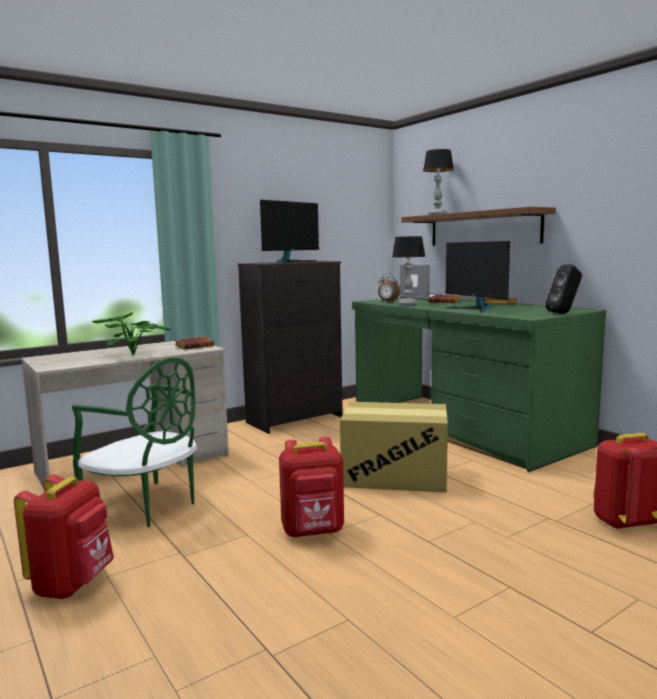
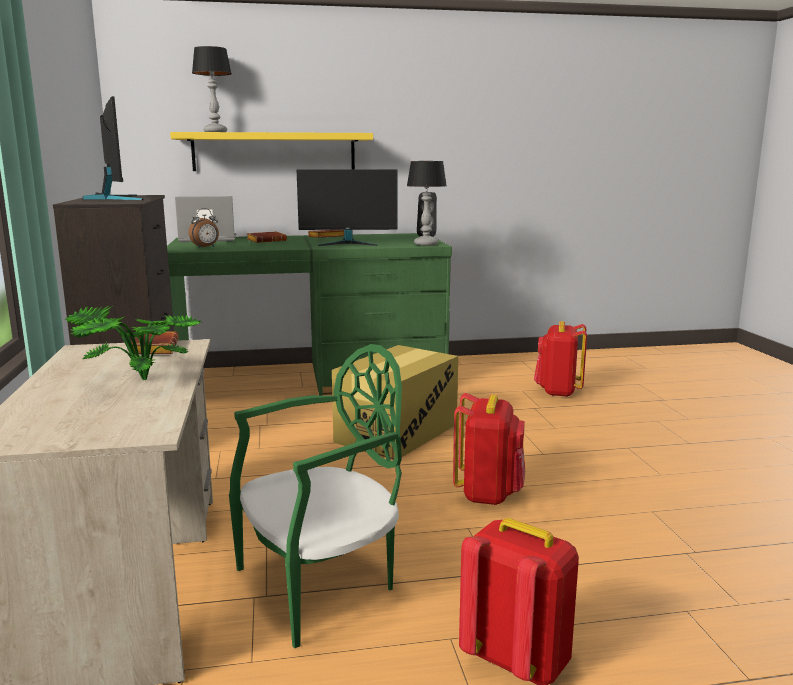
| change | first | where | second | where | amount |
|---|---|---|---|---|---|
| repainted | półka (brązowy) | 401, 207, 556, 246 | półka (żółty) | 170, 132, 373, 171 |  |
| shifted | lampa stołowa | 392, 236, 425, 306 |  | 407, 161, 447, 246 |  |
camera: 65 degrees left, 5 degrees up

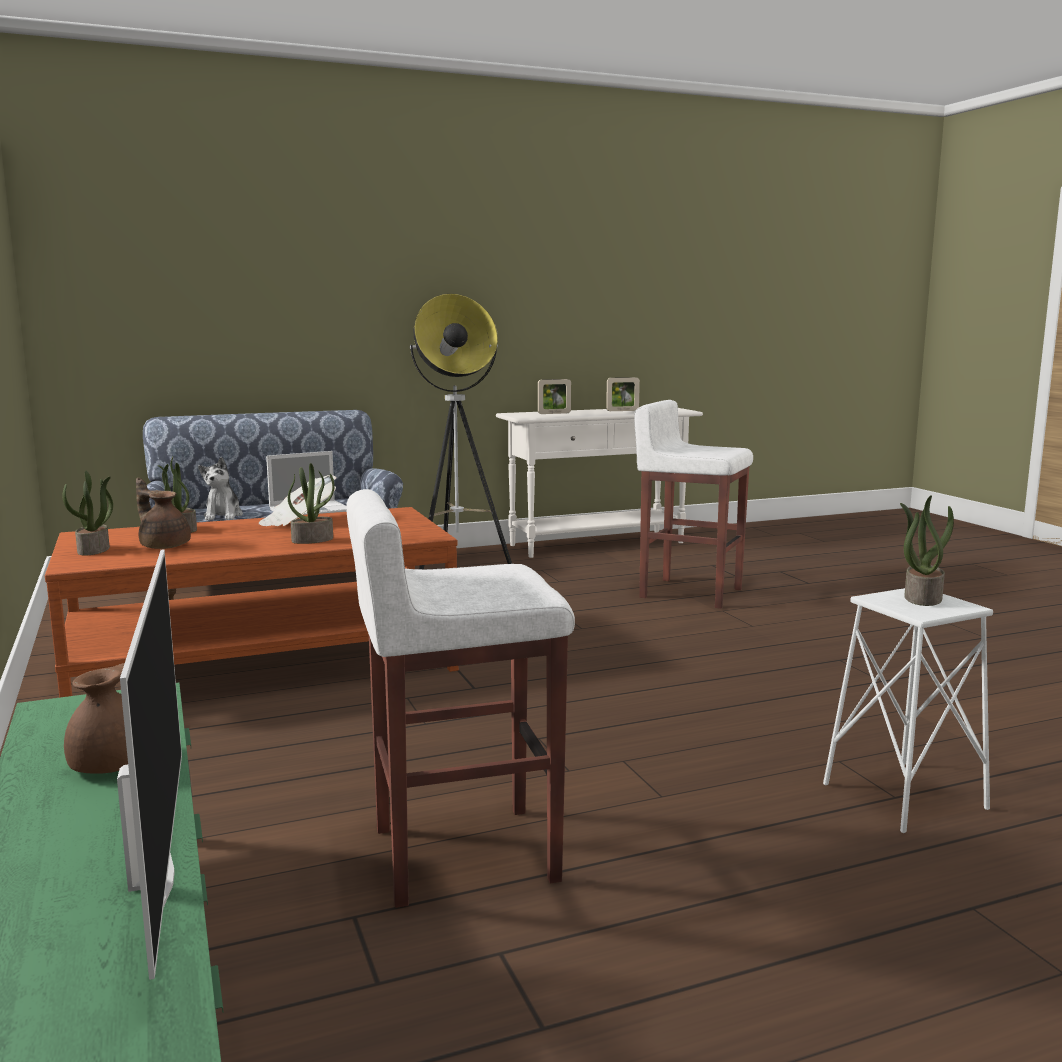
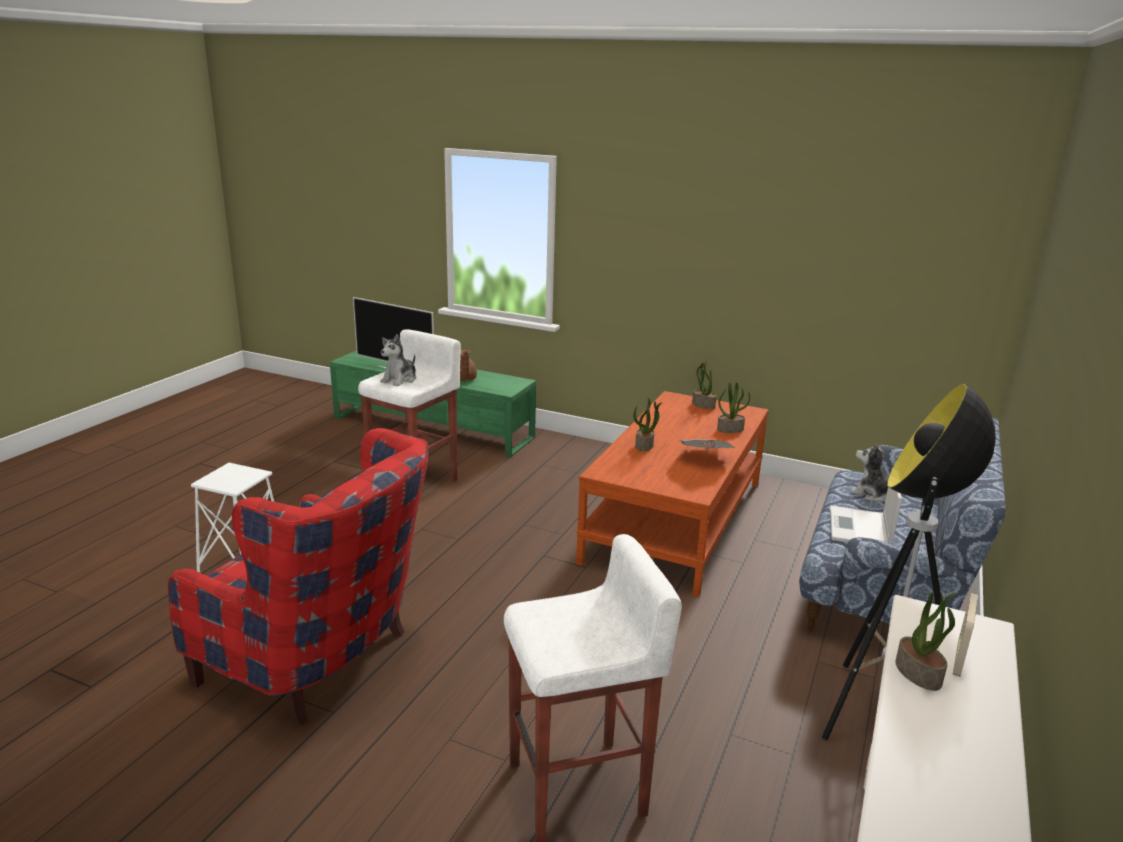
| change | first | where | second | where | amount |
|---|---|---|---|---|---|
| new |  |  | fotel (czerwony) | 168, 428, 428, 726 |  |
| new |  |  | pluszak | 381, 334, 416, 386 |  |
| shifted | roślina doniczkowa | 900, 495, 954, 606 |  | 895, 592, 955, 691 |  |
| gone | imbryk (brązowy) | 136, 478, 191, 549 |  |  |  |
| gone | ramka na zdjęcie | 606, 377, 640, 411 |  |  |  |
camera: 135 degrees right, 10 degrees up

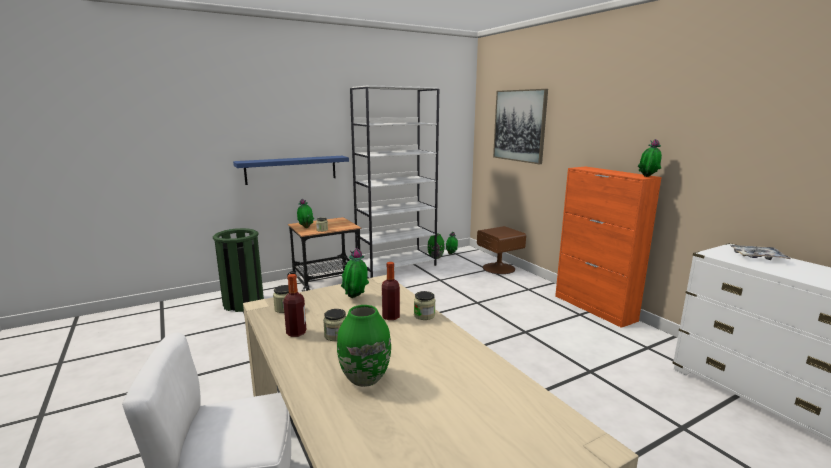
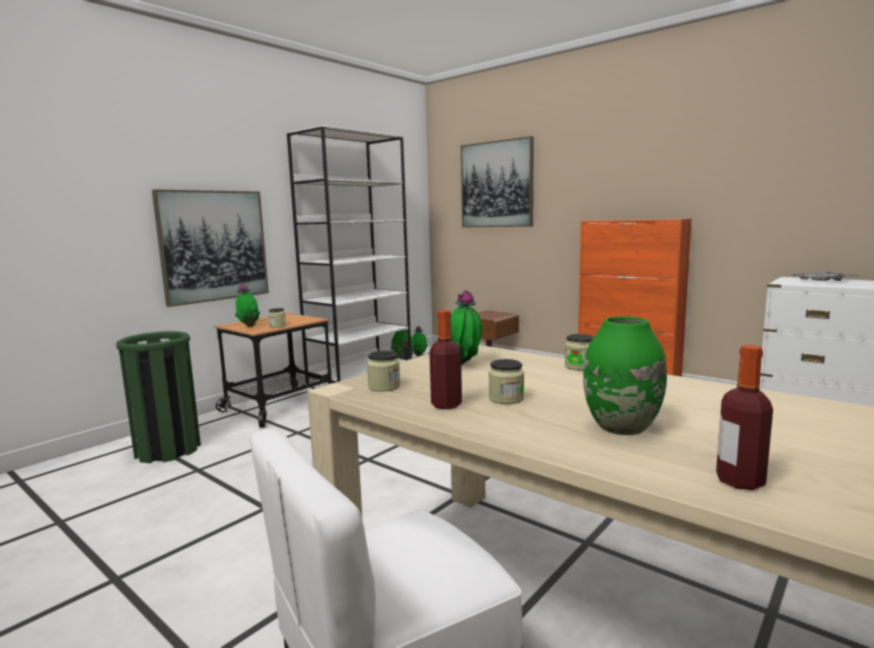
| change | first | where | second | where | amount |
|---|---|---|---|---|---|
| swapped | półka (niebieski) | 233, 156, 349, 185 | obraz | 152, 189, 269, 307 |  |
| shifted | butelka | 382, 262, 400, 320 |  | 716, 345, 773, 490 |  |
| gone | roślina doniczkowa | 638, 139, 662, 177 |  |  |  |
camera: 20 degrees left, 5 degrees down

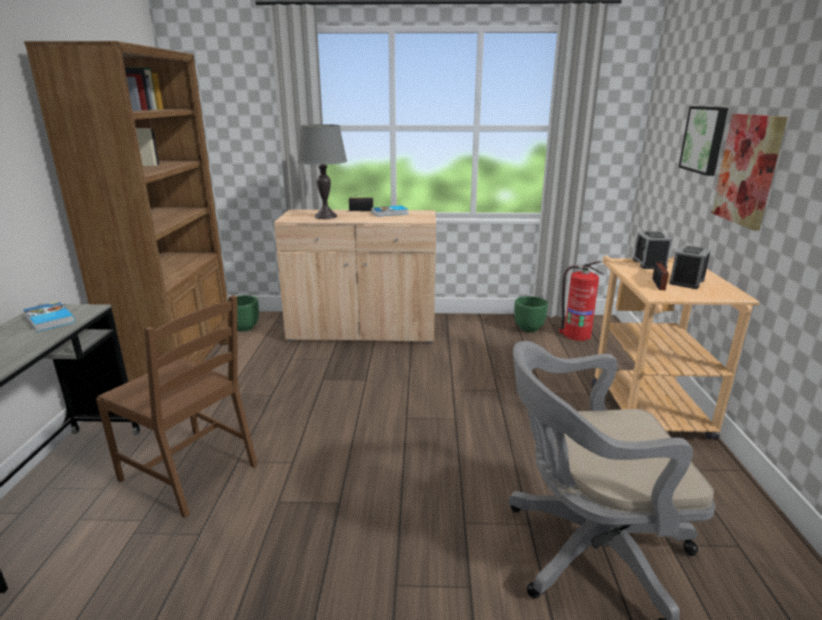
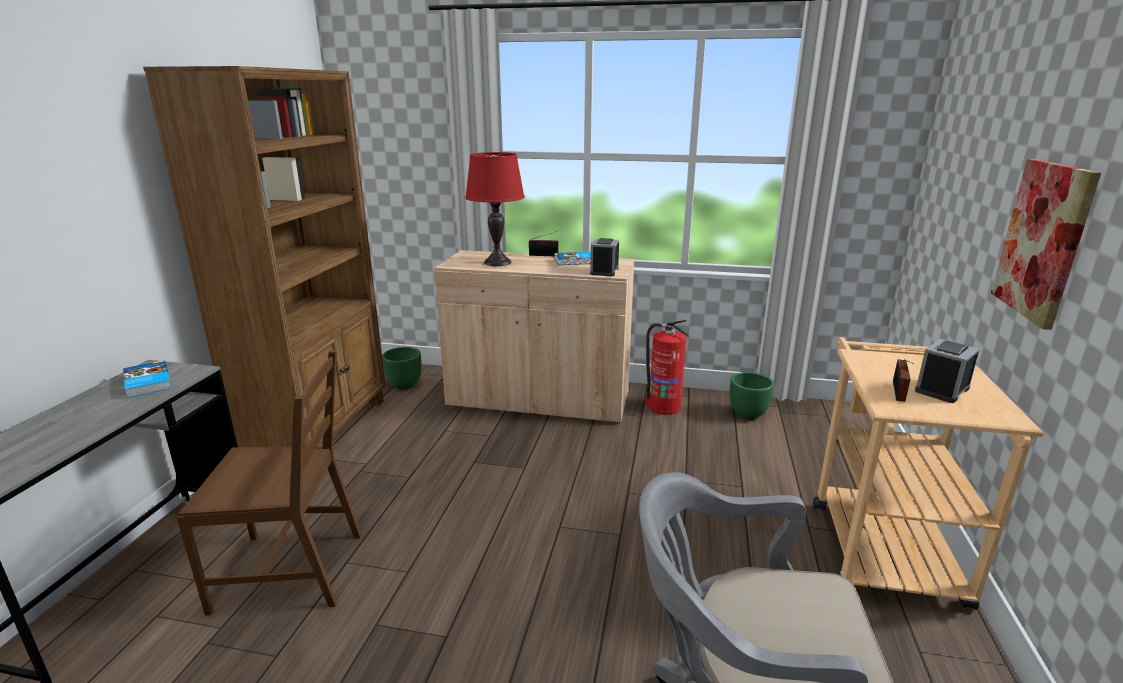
| change | first | where | second | where | amount |
|---|---|---|---|---|---|
| rotated | krzesło (brązowy) | 96, 295, 258, 518 |  | 177, 350, 361, 616 | 45 degrees counterclockwise |
| repainted | lampa stołowa (szary) | 298, 124, 347, 219 | lampa stołowa (czerwony) | 465, 152, 525, 266 |  |
| shifted | budzik | 633, 232, 672, 269 |  | 590, 238, 619, 276 |  |
| shifted | gaśnica | 559, 261, 603, 341 |  | 644, 320, 689, 415 |  |
| gone | obraz | 678, 106, 728, 176 |  |  |  |
camera: 10 degrees right, 0 degrees up

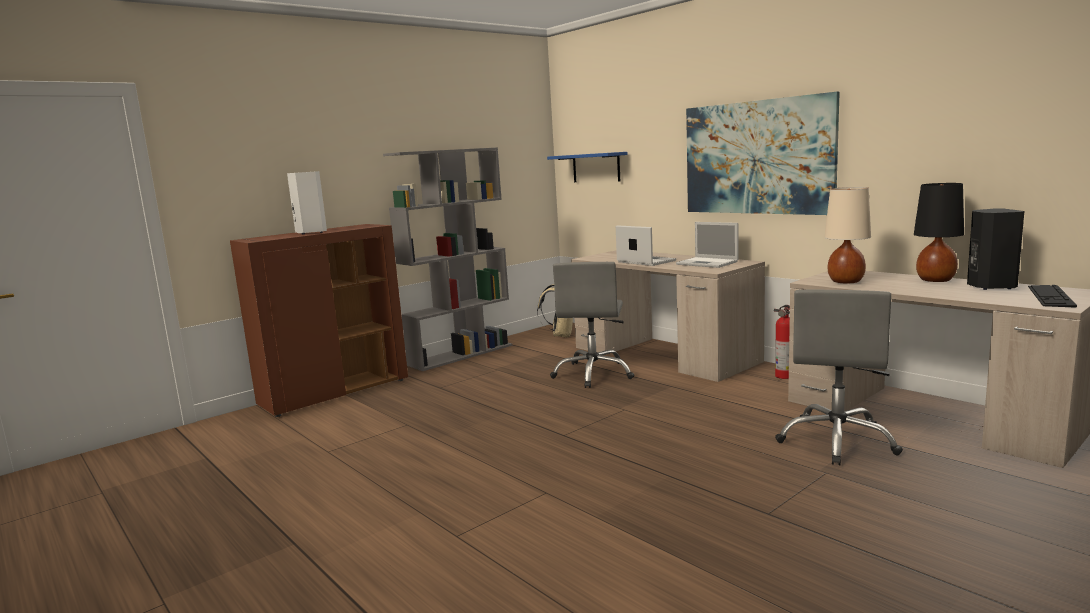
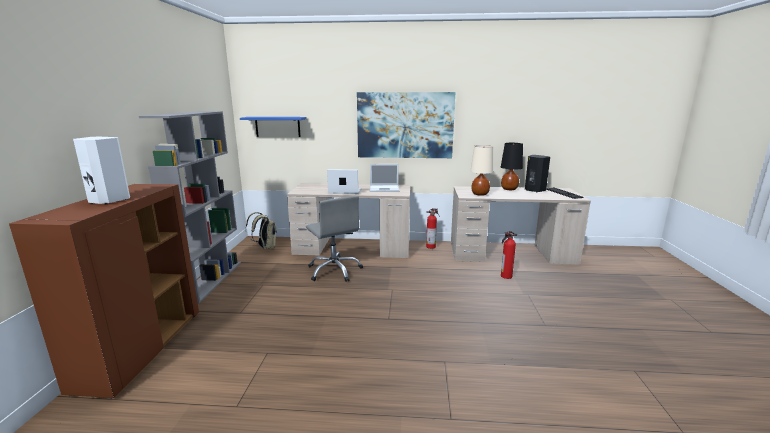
| change | first | where | second | where | amount |
|---|---|---|---|---|---|
| swapped | krzesło biurowe (szary) | 775, 290, 903, 465 | gaśnica | 501, 231, 517, 279 |  |
camera: 45 degrees left, 5 degrees up

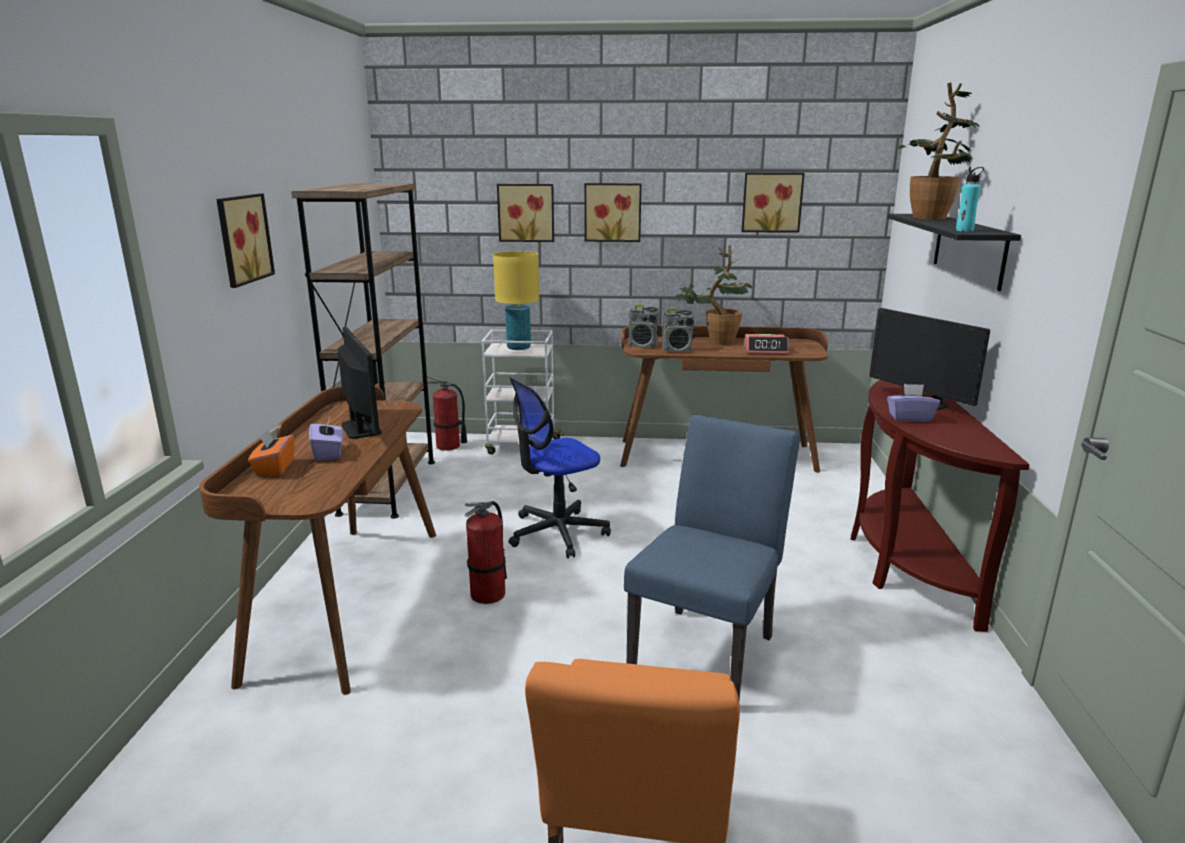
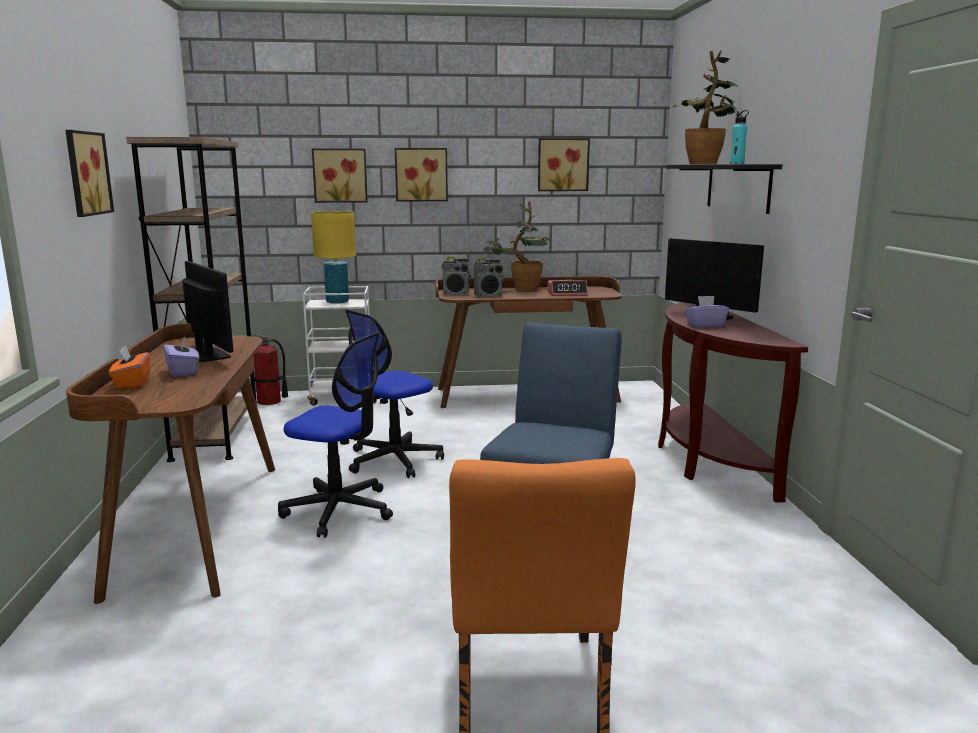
| change | first | where | second | where | amount |
|---|---|---|---|---|---|
| swapped | gaśnica | 465, 501, 507, 604 | krzesło biurowe | 278, 332, 393, 537 |  |
camera: 10 degrees left, 5 degrees down

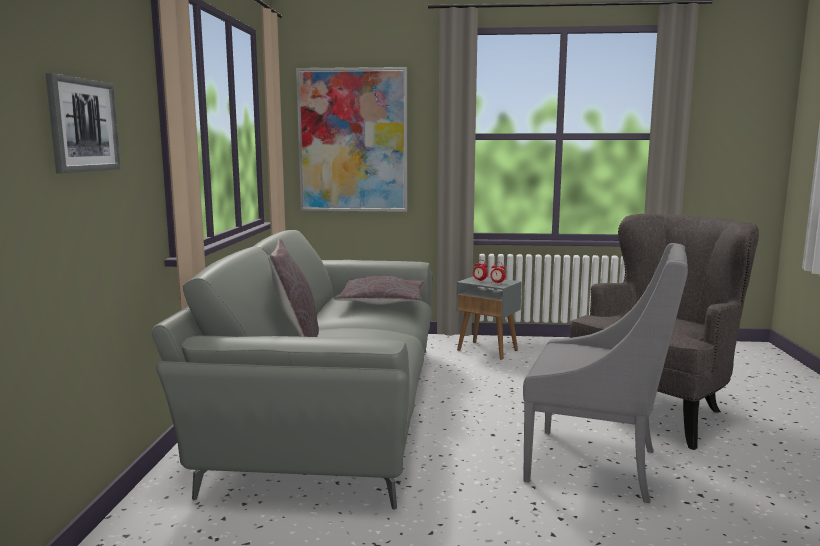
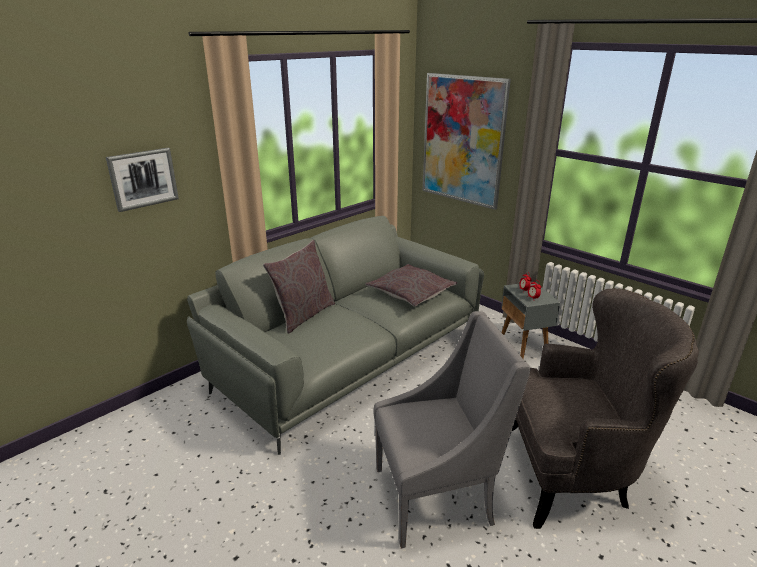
| change | first | where | second | where | amount |
|---|---|---|---|---|---|
| rotated | fotel (szary) | 523, 243, 688, 503 |  | 373, 311, 531, 548 | 75 degrees counterclockwise |
camera: 40 degrees right, 15 degrees up

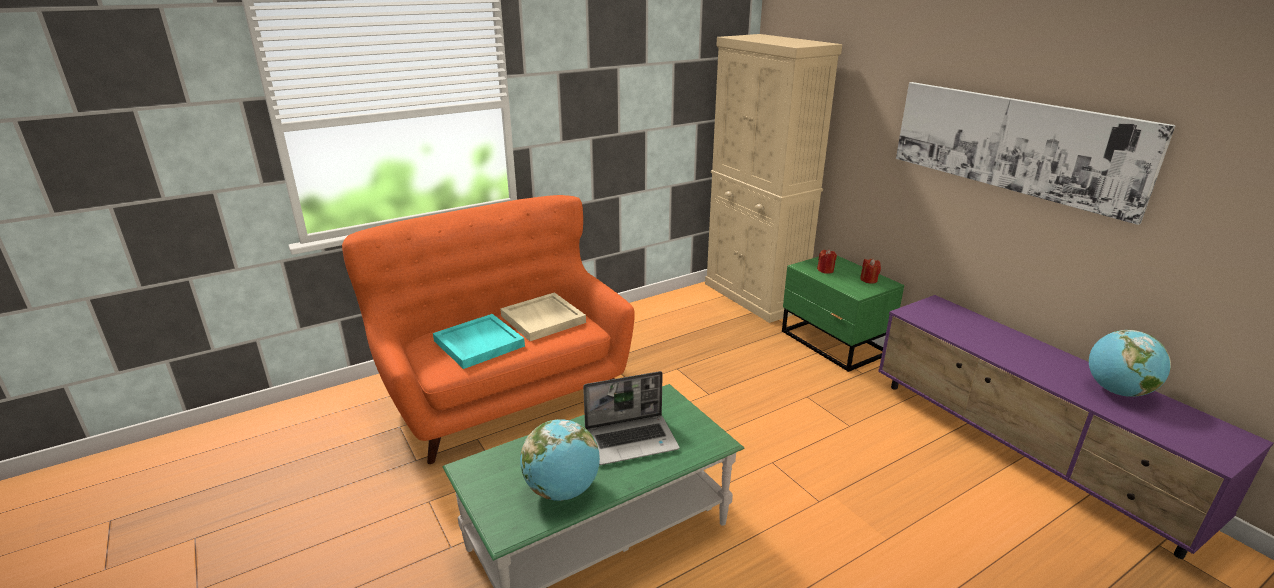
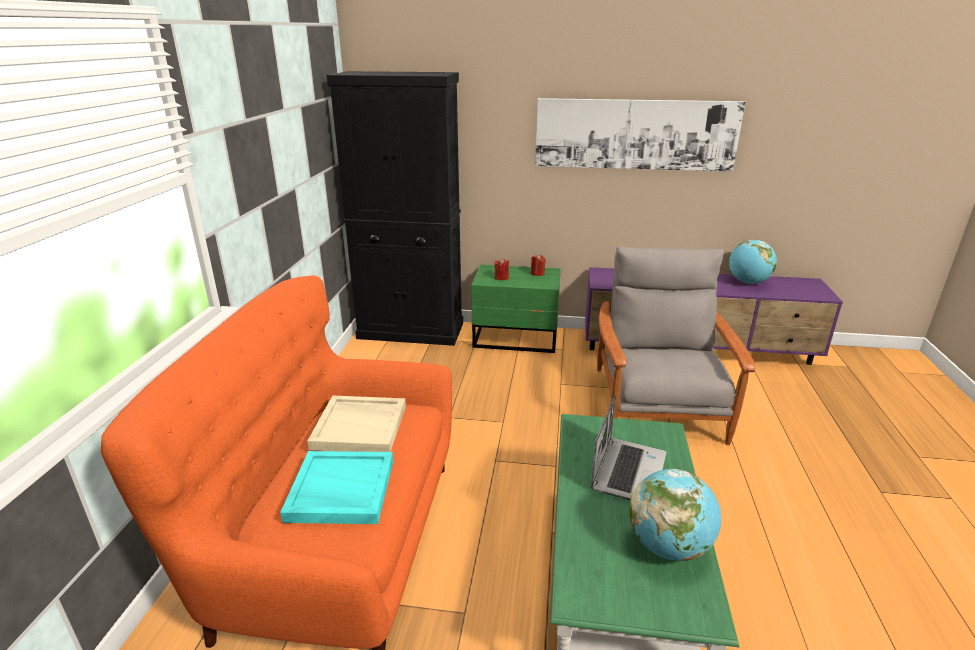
| change | first | where | second | where | amount |
|---|---|---|---|---|---|
| repainted | szafka (beżowy) | 705, 34, 842, 323 | szafka (czarny) | 327, 71, 463, 346 |  |
| new |  |  | fotel (szary) | 597, 246, 755, 445 |  |
camera: 50 degrees left, 0 degrees up

